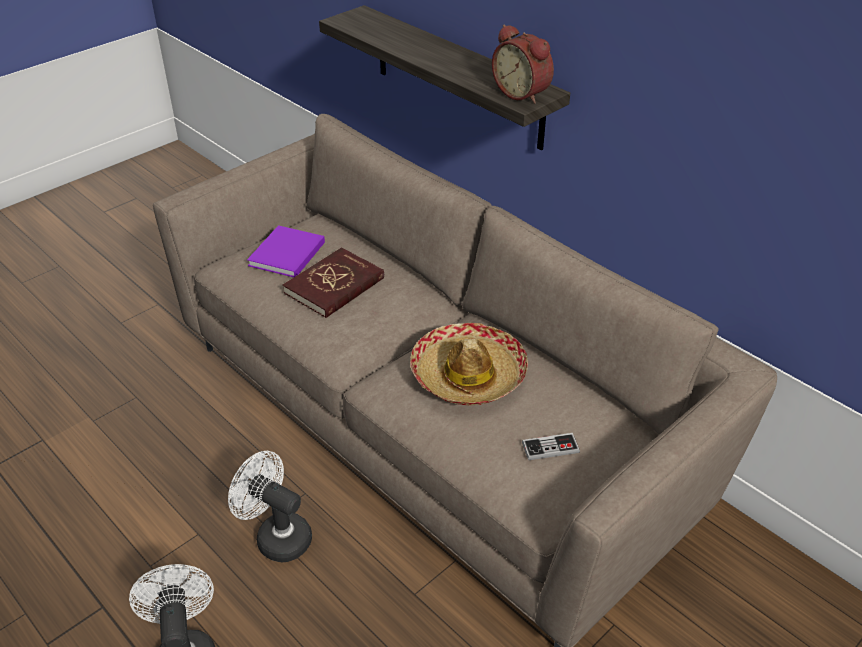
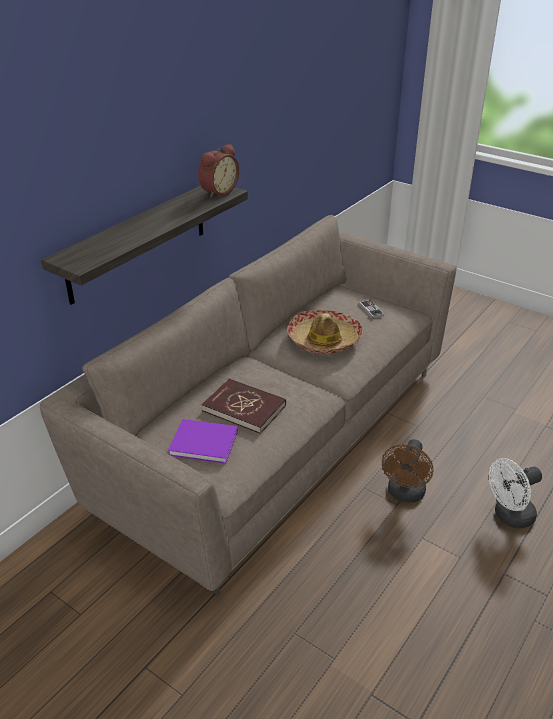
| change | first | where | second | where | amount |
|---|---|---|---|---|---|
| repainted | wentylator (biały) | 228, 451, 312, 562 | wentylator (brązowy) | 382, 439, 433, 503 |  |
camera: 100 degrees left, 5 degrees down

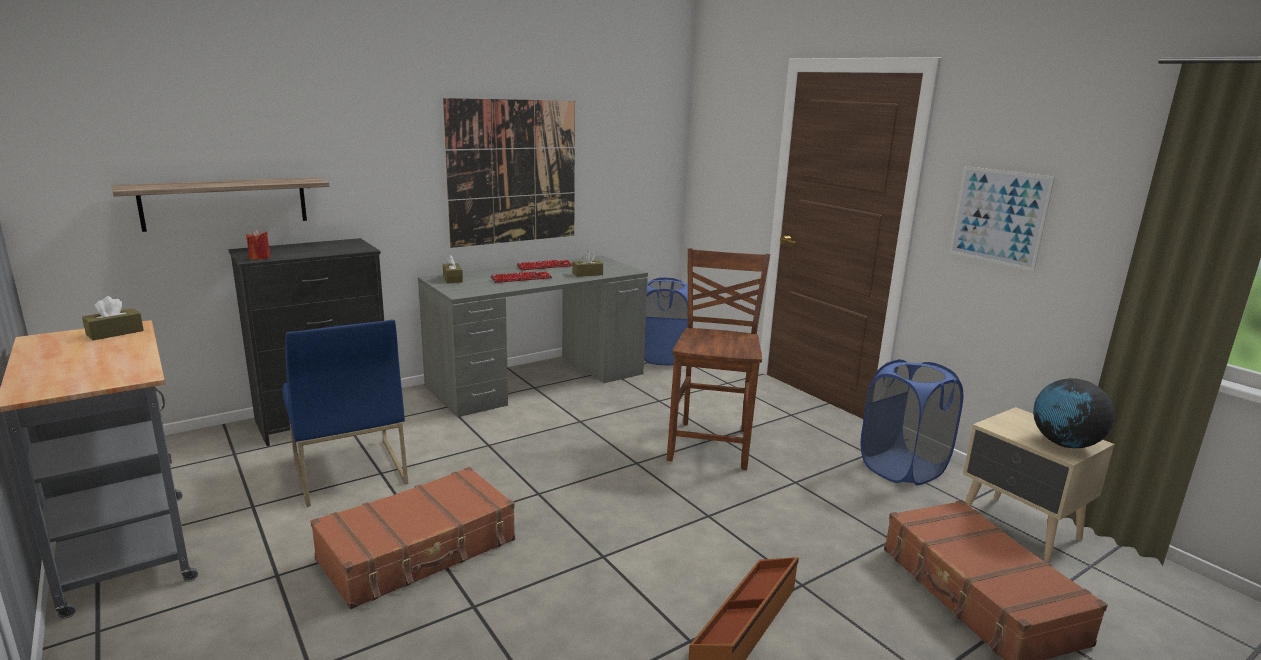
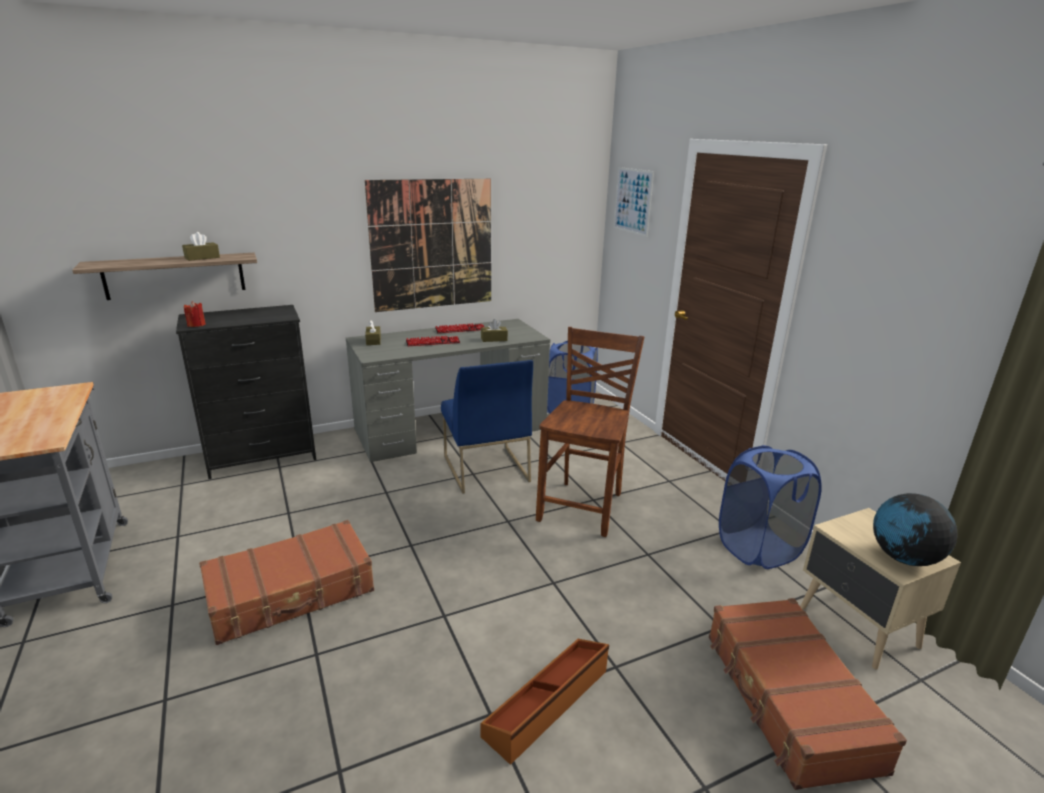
| change | first | where | second | where | amount |
|---|---|---|---|---|---|
| shifted | pudełko chusteczek (brązowy) | 82, 296, 144, 340 |  | 182, 232, 220, 261 |  |
| shifted | krzesło (niebieski) | 282, 320, 408, 507 |  | 441, 360, 533, 494 |  |
| shifted | obraz | 949, 166, 1055, 271 |  | 613, 167, 654, 237 |  |
camera: 10 degrees right, 5 degrees up

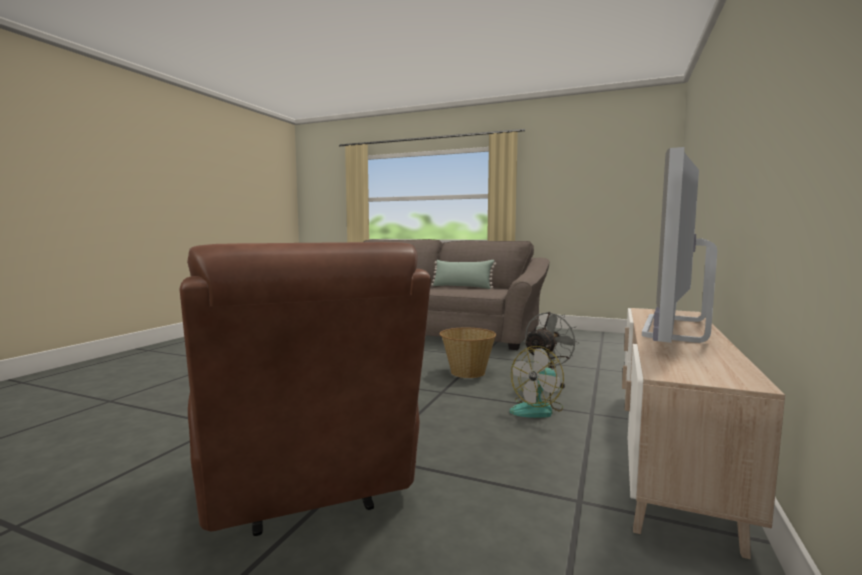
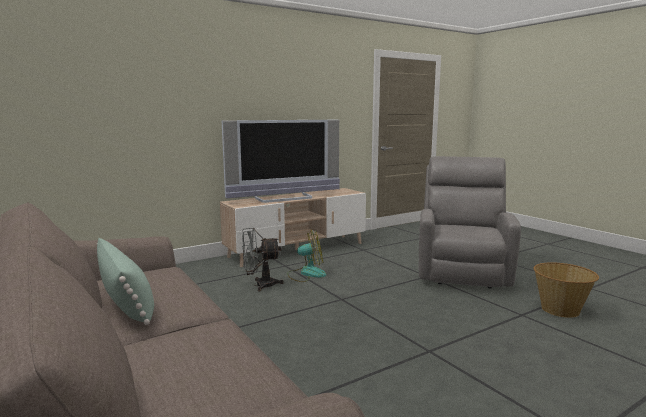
| change | first | where | second | where | amount |
|---|---|---|---|---|---|
| repainted | fotel (brązowy) | 179, 242, 431, 536 | fotel (szary) | 418, 156, 521, 289 |  |
| shifted | koszyk | 440, 328, 496, 378 |  | 533, 262, 599, 318 |  |
camera: 145 degrees left, 5 degrees up

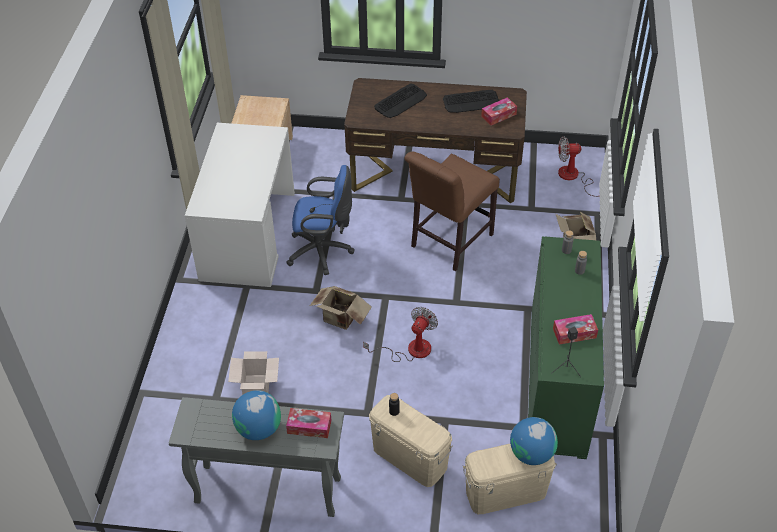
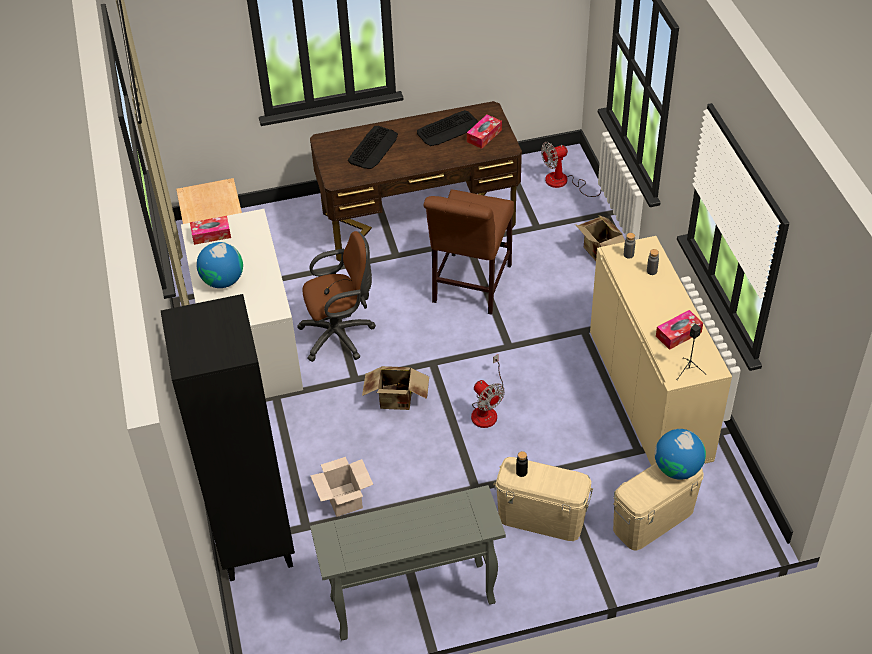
| change | first | where | second | where | amount |
|---|---|---|---|---|---|
| new |  |  | regał (czarny) | 161, 294, 295, 581 |  |
| shifted | pudełko chusteczek | 286, 408, 331, 438 |  | 190, 216, 231, 245 |  |
| shifted | globus | 232, 390, 281, 440 |  | 196, 242, 243, 288 |  |
| repainted | krzesło biurowe (niebieski) | 286, 165, 354, 275 | krzesło biurowe (brązowy) | 297, 231, 376, 362 |  |
| rotated | wentylator | 363, 307, 438, 362 |  | 471, 354, 505, 428 | 135 degrees clockwise |
| repainted | szafka (zielony) | 528, 237, 604, 459 | szafka (beżowy) | 590, 236, 732, 466 |  |
camera: 20 degrees left, 0 degrees up

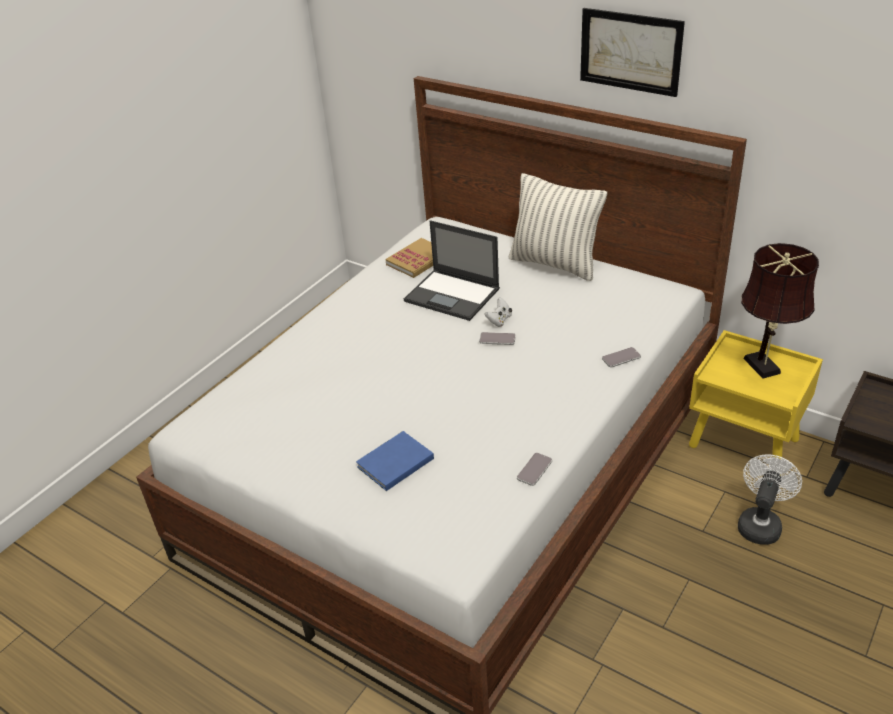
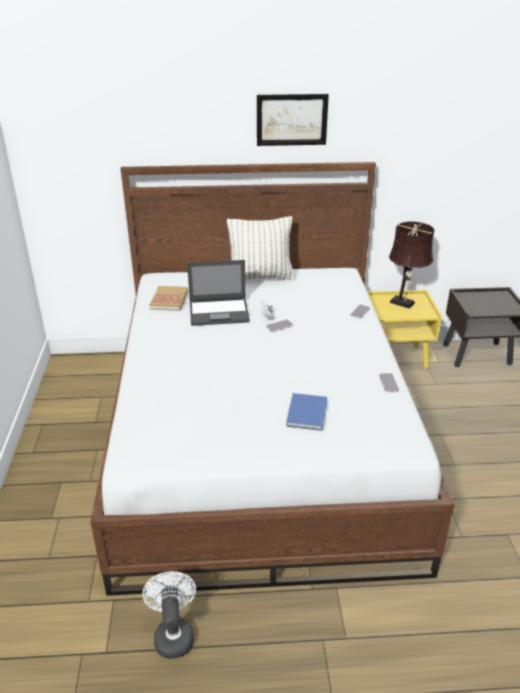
| change | first | where | second | where | amount |
|---|---|---|---|---|---|
| shifted | wentylator (biały) | 738, 454, 802, 545 |  | 142, 571, 196, 659 |  |
camera: 40 degrees left, 5 degrees down

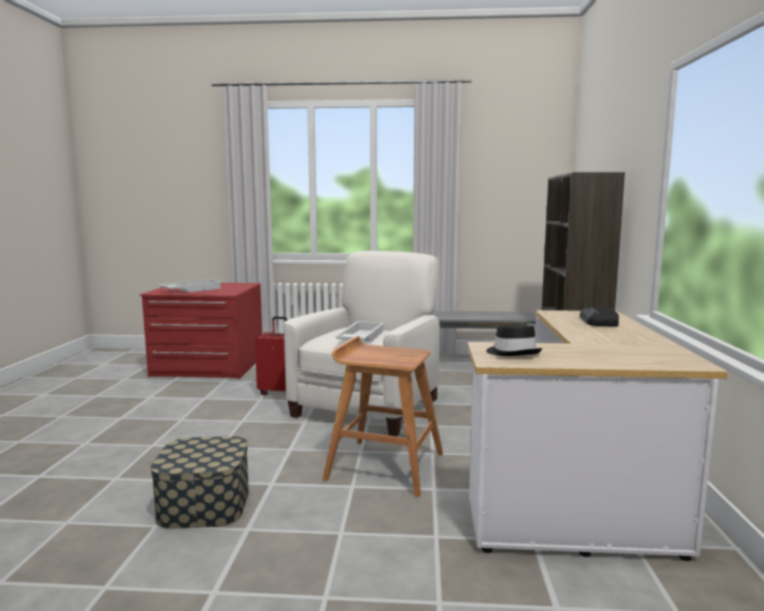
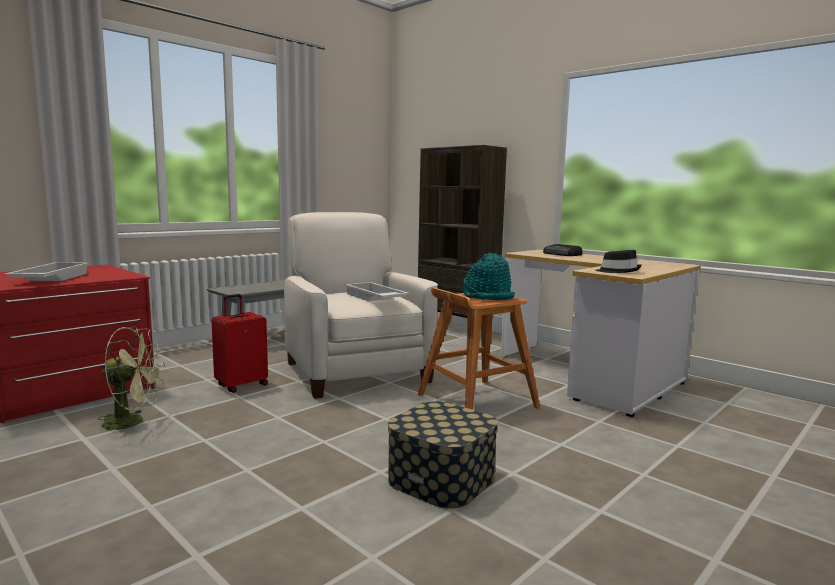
| change | first | where | second | where | amount |
|---|---|---|---|---|---|
| new |  |  | wentylator (zielony) | 98, 326, 165, 437 |  |
| new |  |  | kapelusz (turkusowy) | 463, 253, 515, 301 |  |
camera: 50 degrees left, 0 degrees up

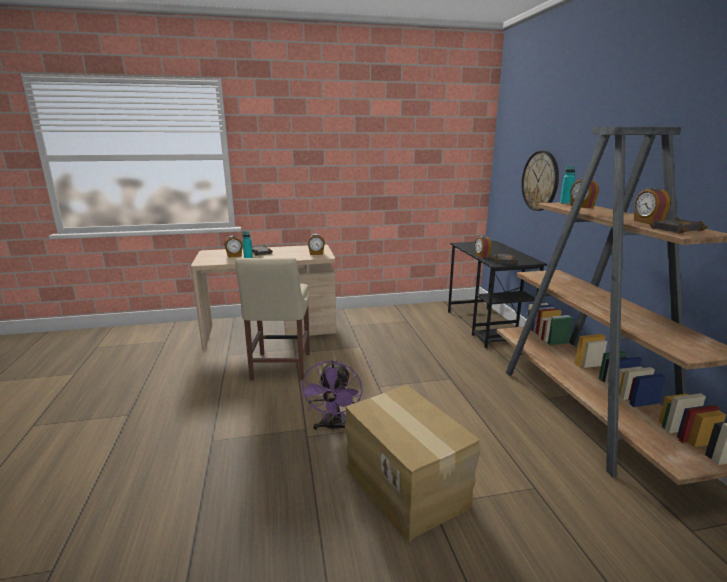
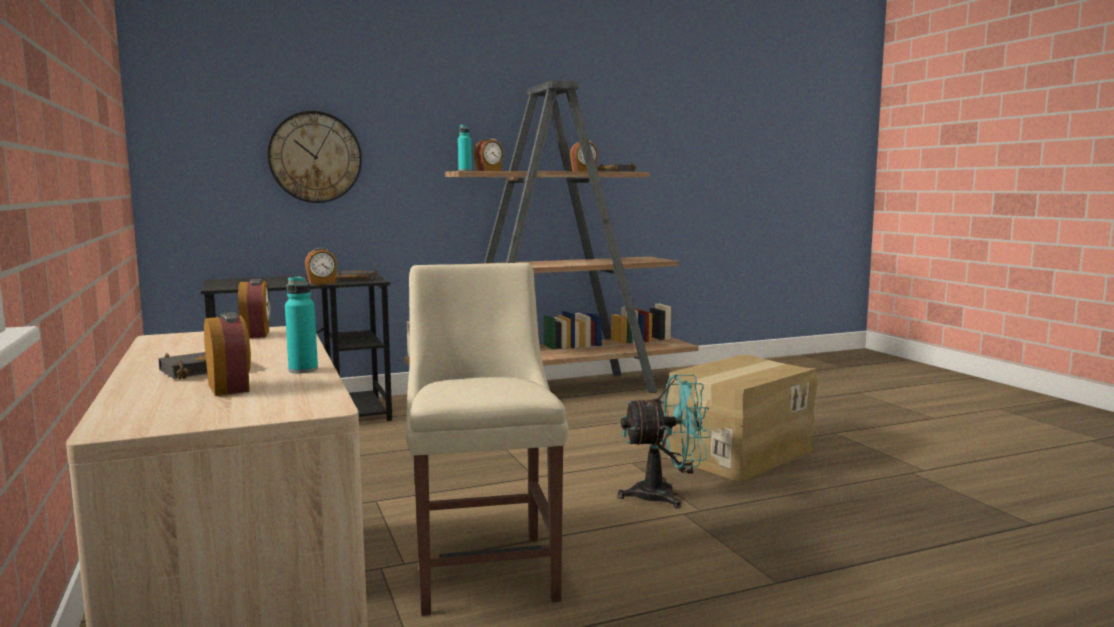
| change | first | where | second | where | amount |
|---|---|---|---|---|---|
| rotated | krzesło (beżowy) | 235, 258, 310, 380 |  | 406, 263, 569, 616 | 90 degrees counterclockwise |
| repainted | wentylator (fioletowy) | 300, 360, 362, 432 | wentylator (turkusowy) | 617, 375, 710, 509 |  |
camera: 100 degrees left, 10 degrees down

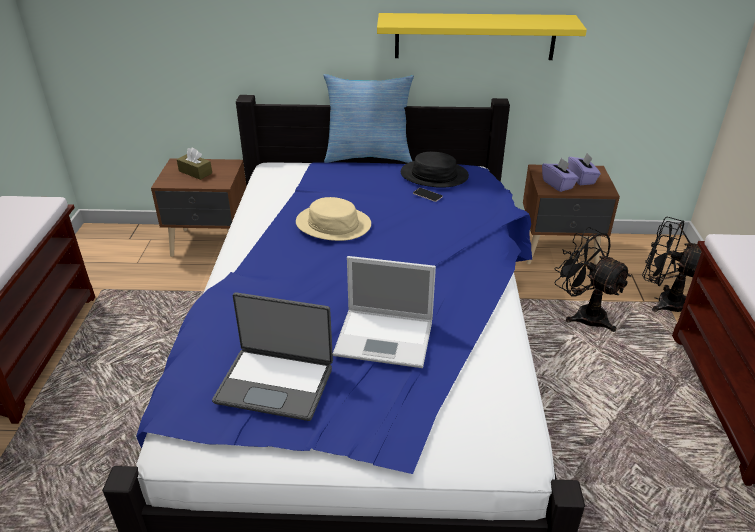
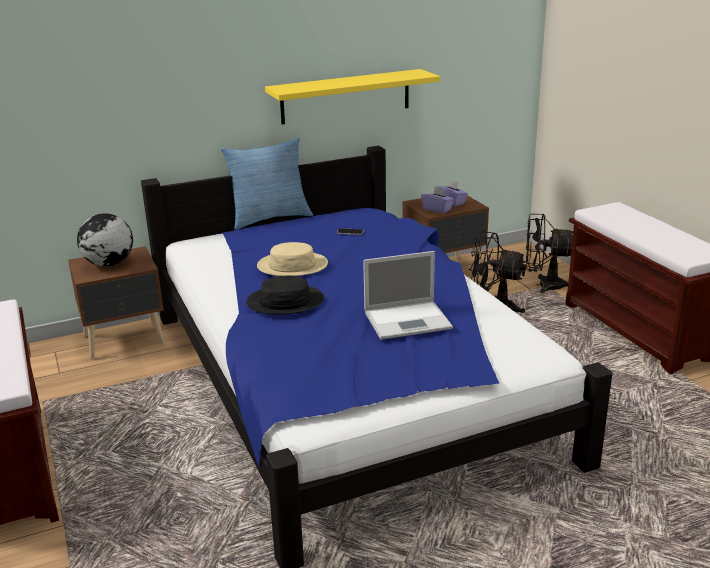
| change | first | where | second | where | amount |
|---|---|---|---|---|---|
| swapped | pudełko chusteczek (brązowy) | 177, 148, 212, 180 | globus | 77, 213, 133, 266 |  |
| shifted | kapelusz (czarny) | 401, 152, 469, 188 |  | 246, 276, 324, 315 |  |
| gone | laptop | 212, 292, 333, 421 |  |  |  |
camera: 25 degrees left, 10 degrees down

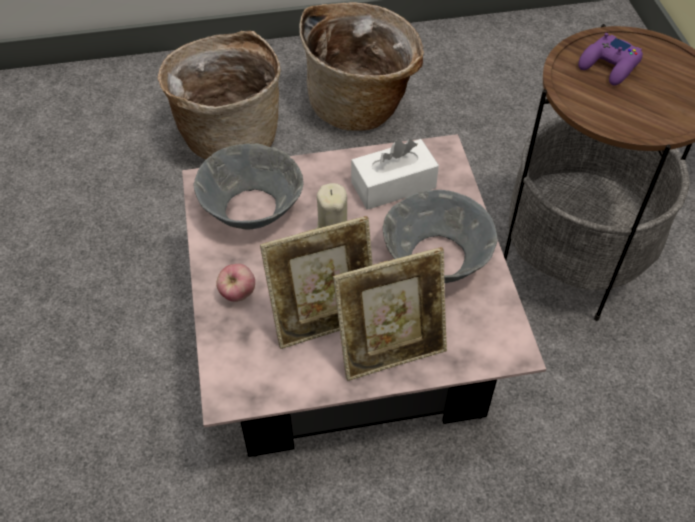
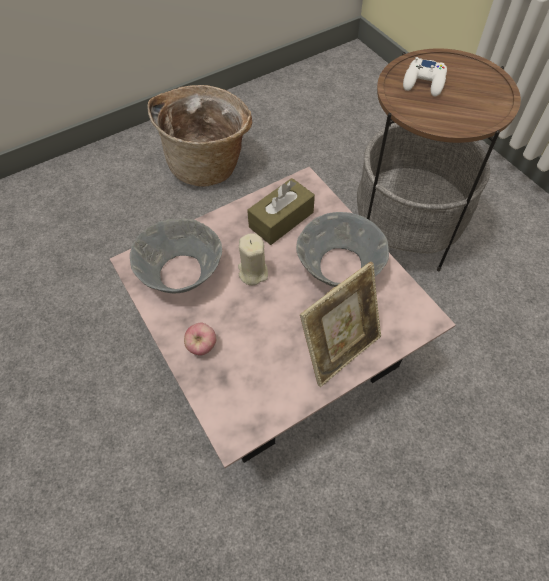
| change | first | where | second | where | amount |
|---|---|---|---|---|---|
| repainted | pudełko chusteczek (biały) | 351, 139, 439, 210 | pudełko chusteczek (brązowy) | 247, 178, 315, 245 |  |
| repainted | pad do gier (fioletowy) | 578, 33, 643, 86 | pad do gier (biały) | 403, 57, 447, 97 |  |
| gone | koszyk | 158, 31, 281, 159 |  |  |  |
| gone | ramka na zdjęcie | 260, 216, 373, 349 |  |  |  |
camera: 20 degrees left, 5 degrees up

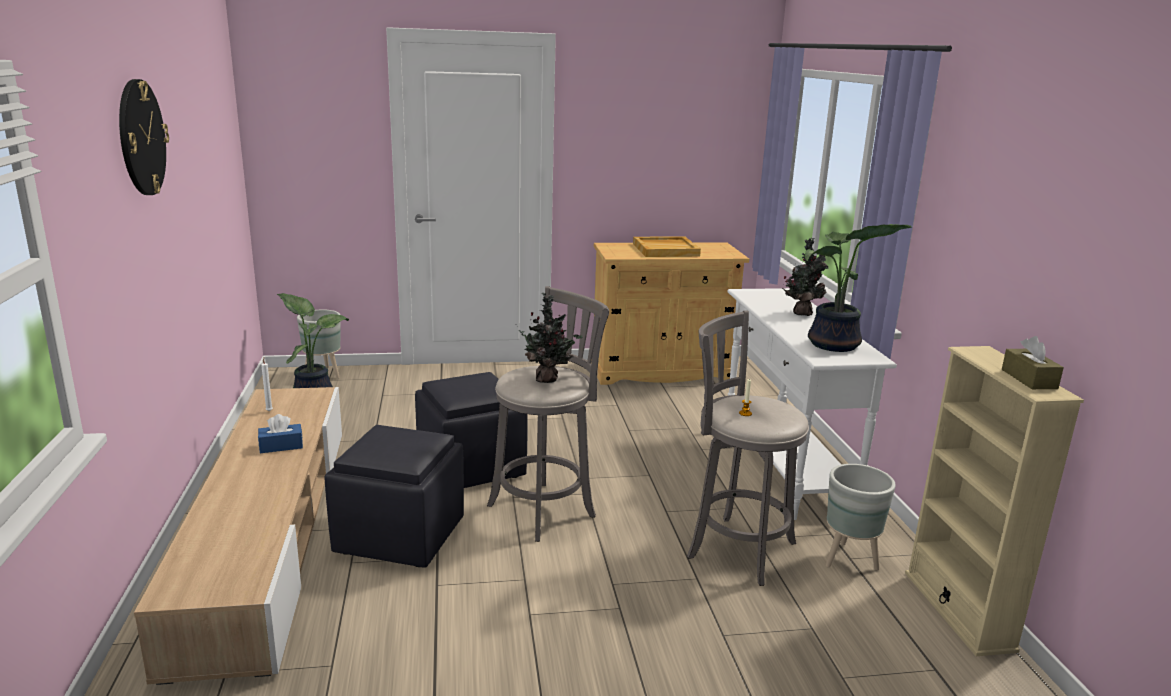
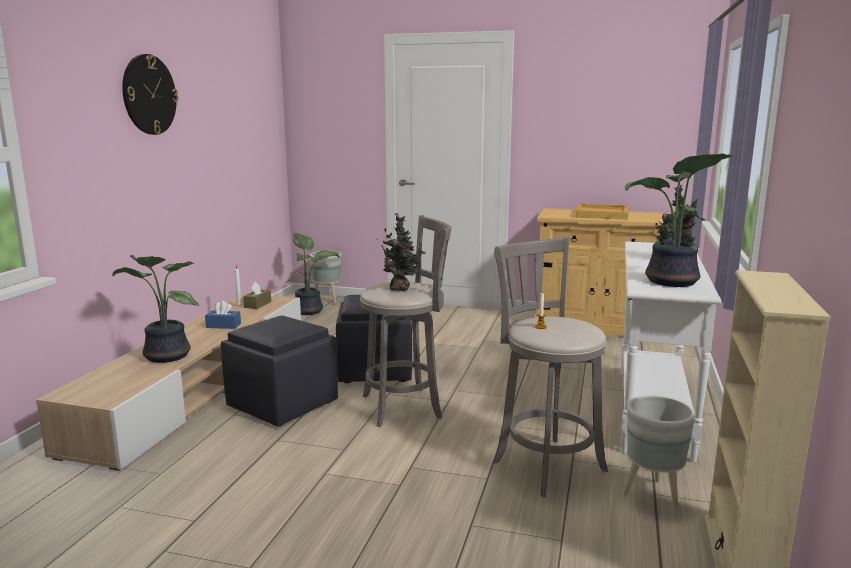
| change | first | where | second | where | amount |
|---|---|---|---|---|---|
| new |  |  | roślina doniczkowa | 112, 255, 199, 363 |  |
| shifted | pudełko chusteczek (brązowy) | 1002, 336, 1064, 389 |  | 243, 282, 271, 309 |  |
camera: 25 degrees right, 5 degrees down

